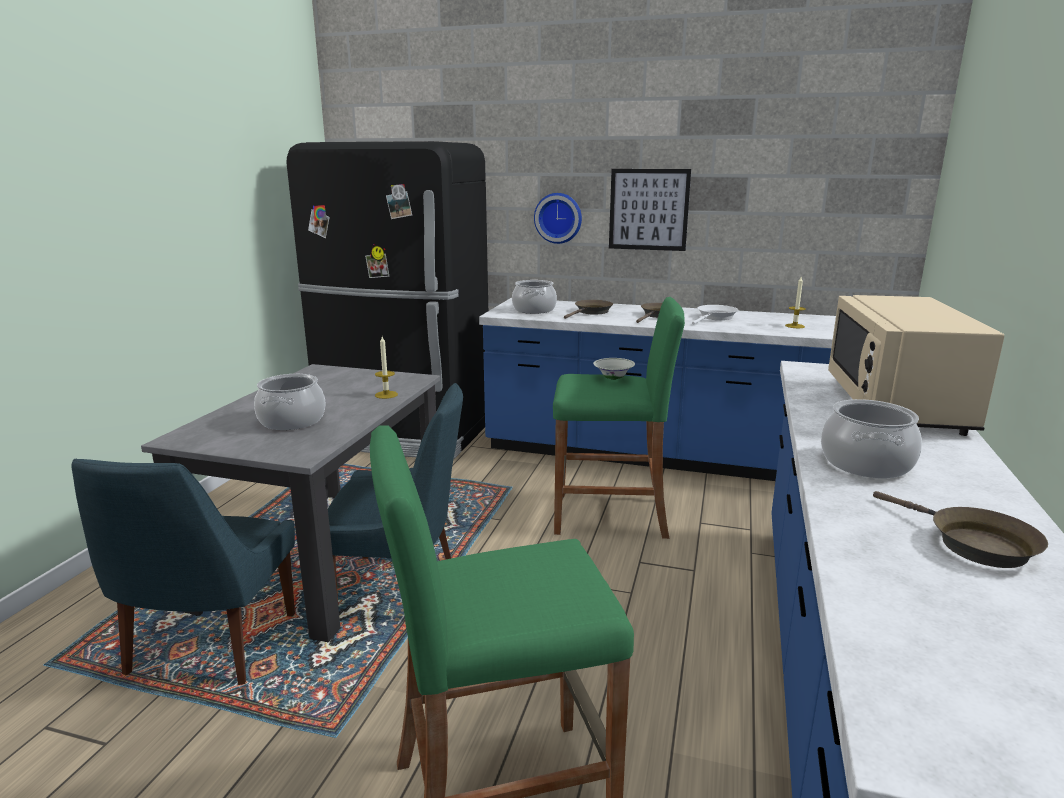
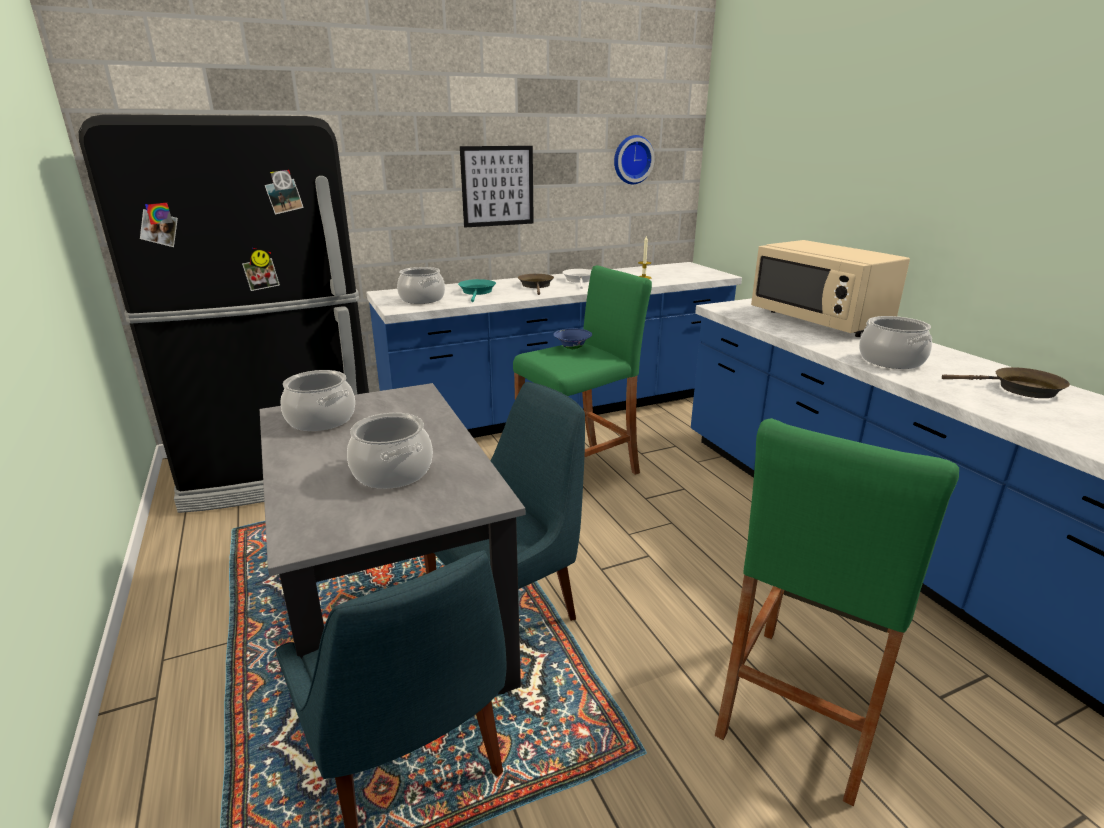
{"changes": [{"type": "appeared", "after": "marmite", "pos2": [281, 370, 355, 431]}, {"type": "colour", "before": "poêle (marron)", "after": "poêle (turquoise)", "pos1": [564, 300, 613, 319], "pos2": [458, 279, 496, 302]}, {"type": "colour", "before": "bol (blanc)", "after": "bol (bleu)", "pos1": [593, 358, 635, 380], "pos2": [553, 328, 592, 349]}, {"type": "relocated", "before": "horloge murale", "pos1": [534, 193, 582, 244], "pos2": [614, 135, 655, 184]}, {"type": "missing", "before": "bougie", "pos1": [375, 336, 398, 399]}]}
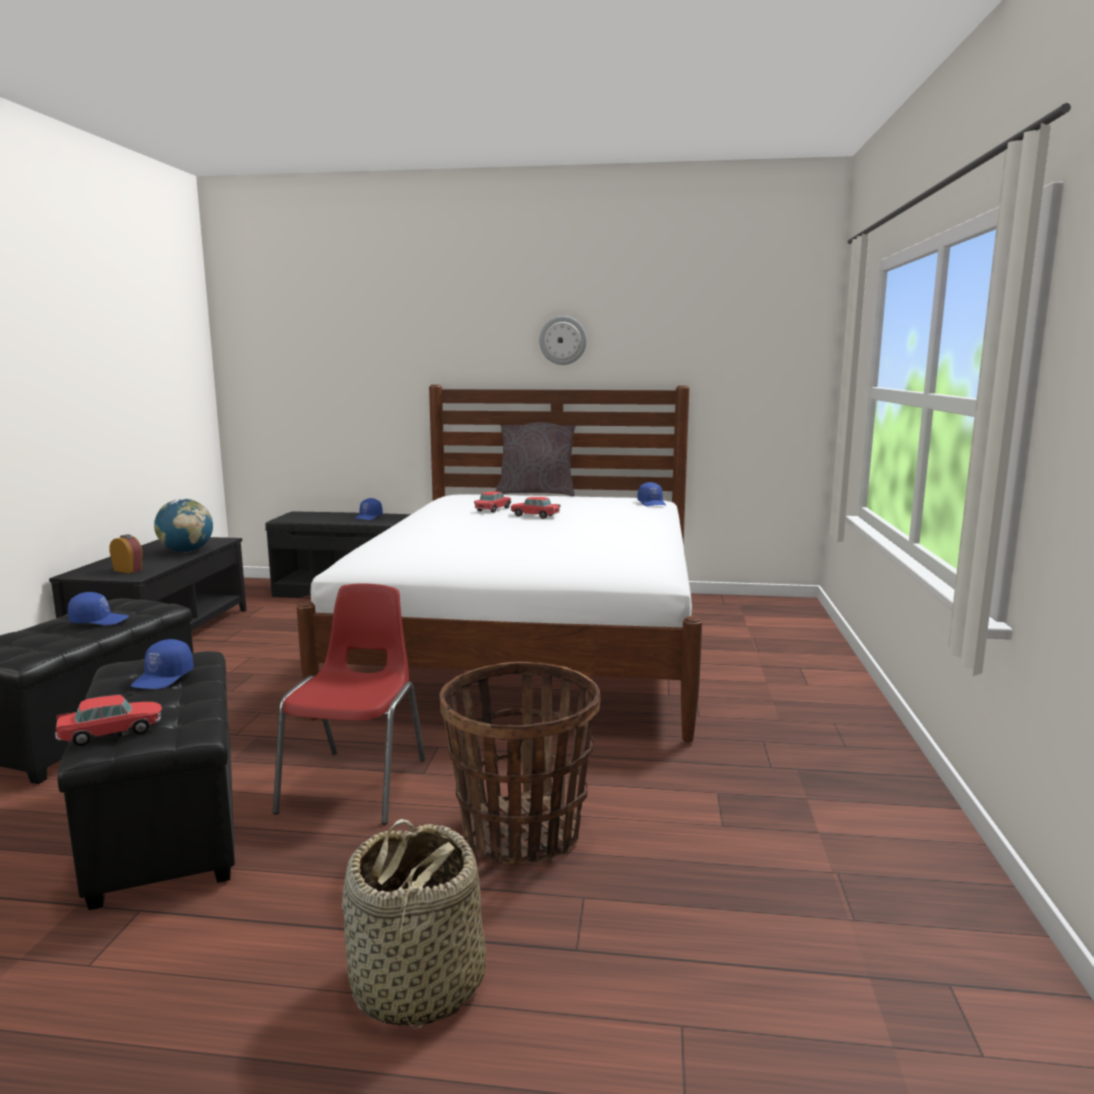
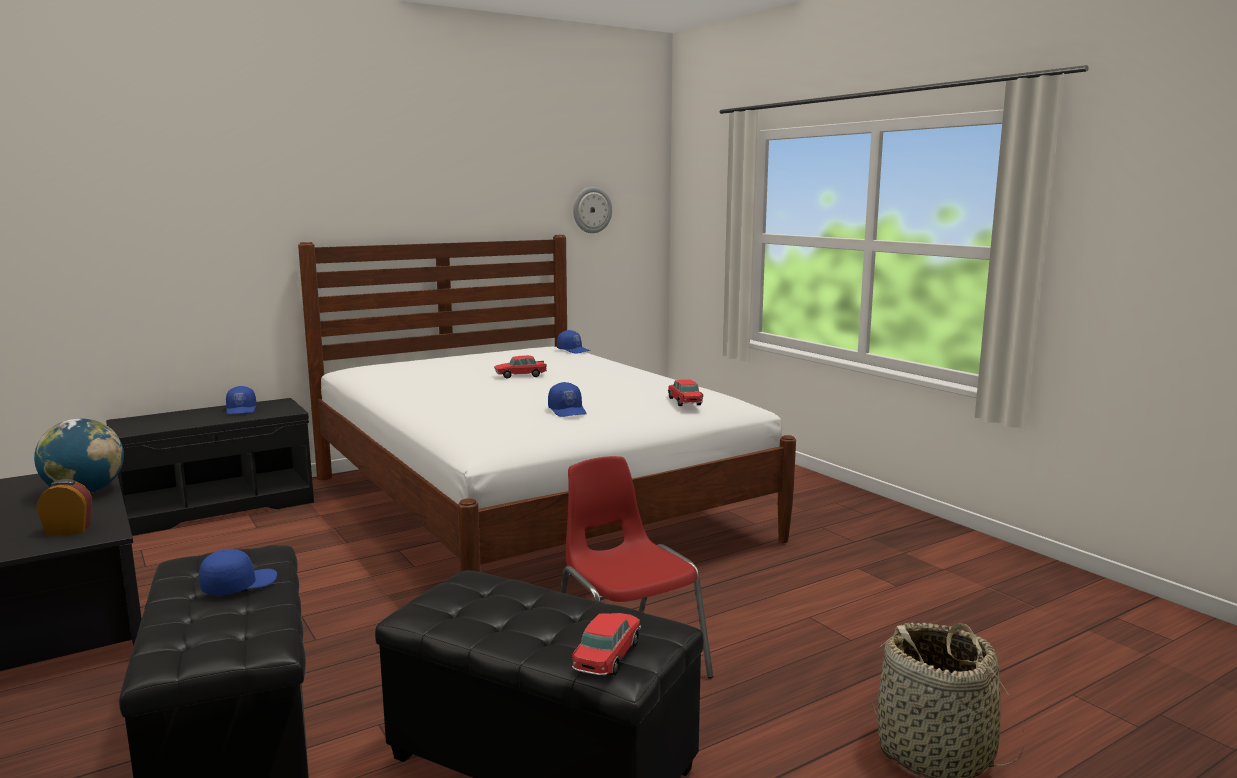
{"changes": [{"type": "relocated", "before": "casquette (bleu)", "pos1": [130, 639, 193, 689], "pos2": [548, 382, 587, 417]}, {"type": "relocated", "before": "horloge murale", "pos1": [539, 316, 586, 365], "pos2": [573, 187, 612, 233]}, {"type": "relocated", "before": "petite voiture", "pos1": [474, 491, 512, 513], "pos2": [668, 379, 703, 406]}, {"type": "missing", "before": "panier", "pos1": [439, 662, 600, 865]}, {"type": "missing", "before": "coussin (gris)", "pos1": [495, 422, 576, 496]}]}
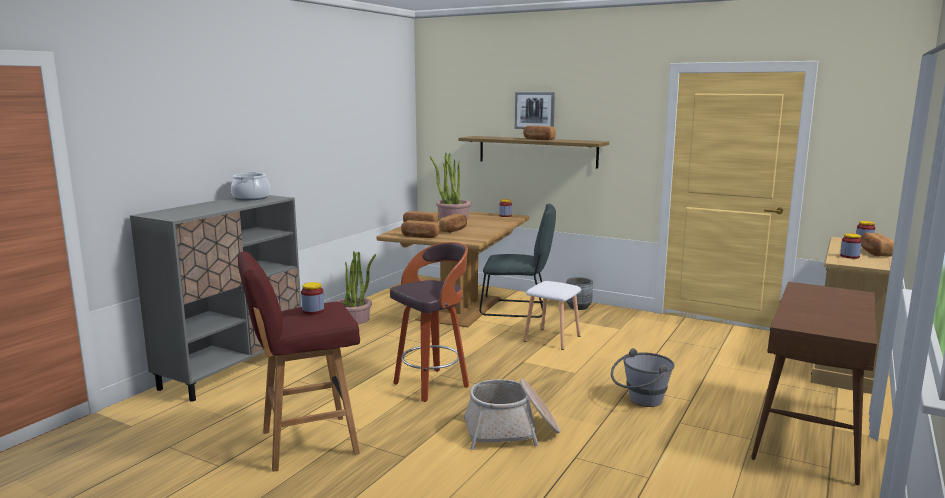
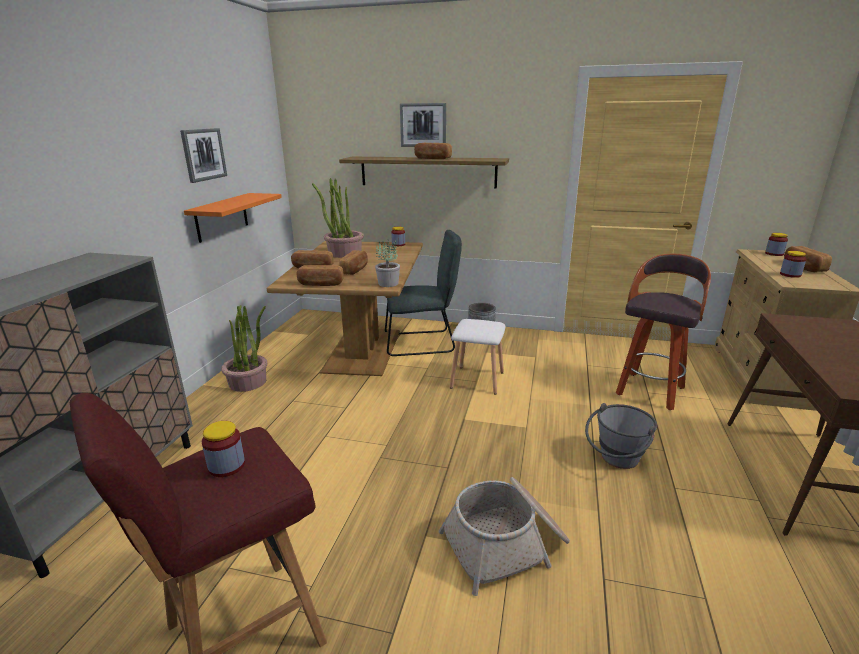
{"changes": [{"type": "appeared", "after": "tableau", "pos2": [180, 128, 227, 183]}, {"type": "appeared", "after": "étagère (orange)", "pos2": [184, 193, 282, 243]}, {"type": "appeared", "after": "plante en pot", "pos2": [375, 240, 400, 287]}, {"type": "relocated", "before": "tabouret", "pos1": [390, 242, 469, 402], "pos2": [616, 254, 711, 410]}, {"type": "missing", "before": "marmite", "pos1": [231, 172, 270, 201]}]}
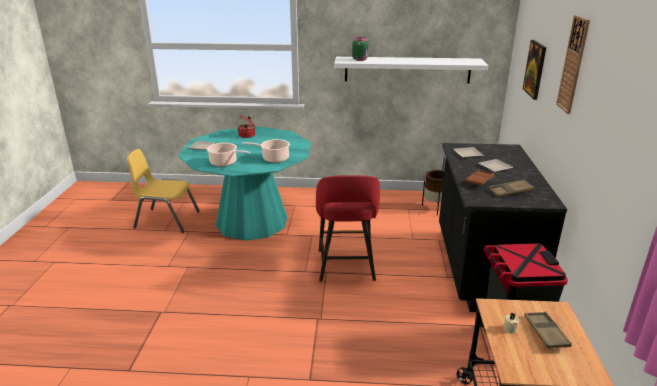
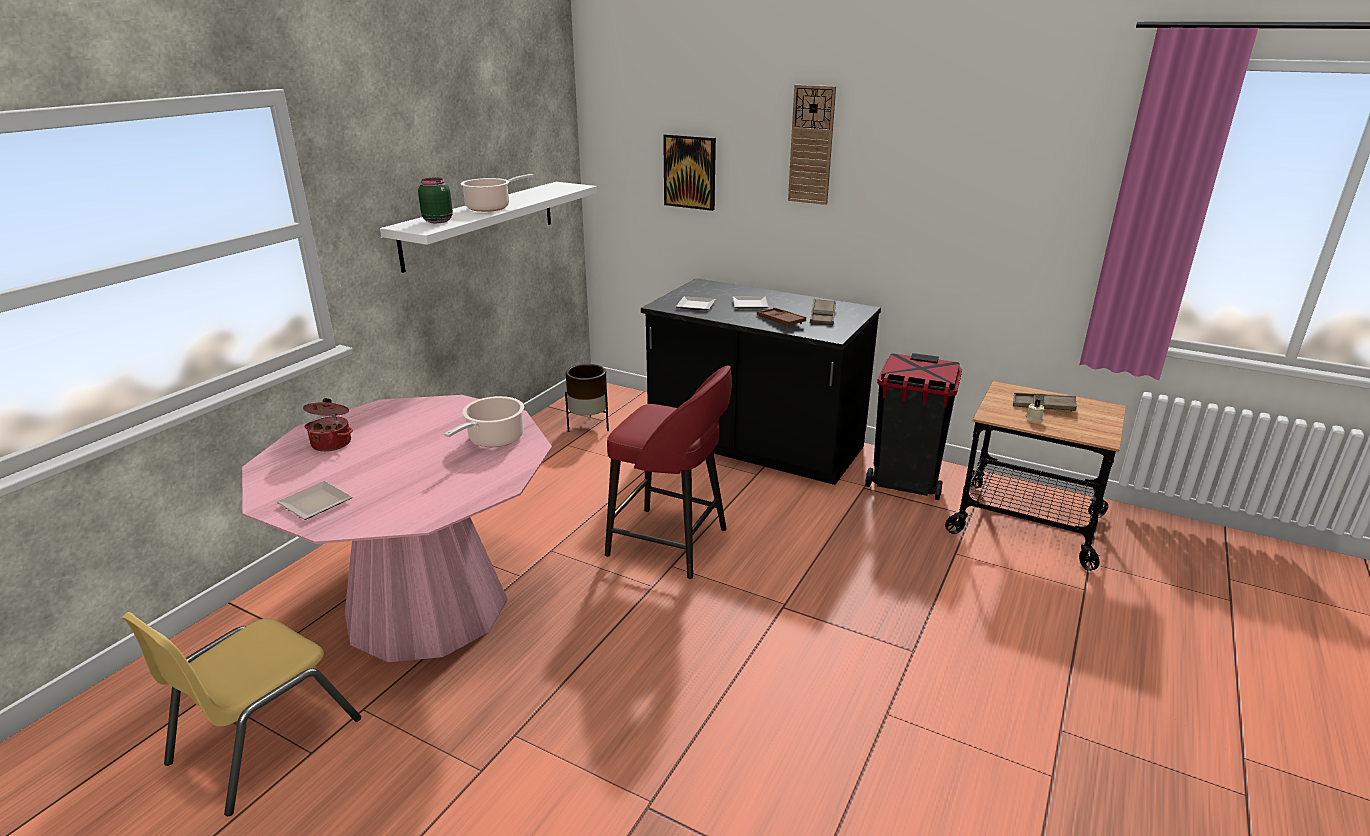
{"changes": [{"type": "colour", "before": "table à manger (turquoise)", "after": "table à manger (rose)", "pos1": [178, 127, 311, 241], "pos2": [242, 395, 552, 662]}, {"type": "relocated", "before": "marmite", "pos1": [207, 143, 251, 167], "pos2": [461, 174, 534, 212]}]}
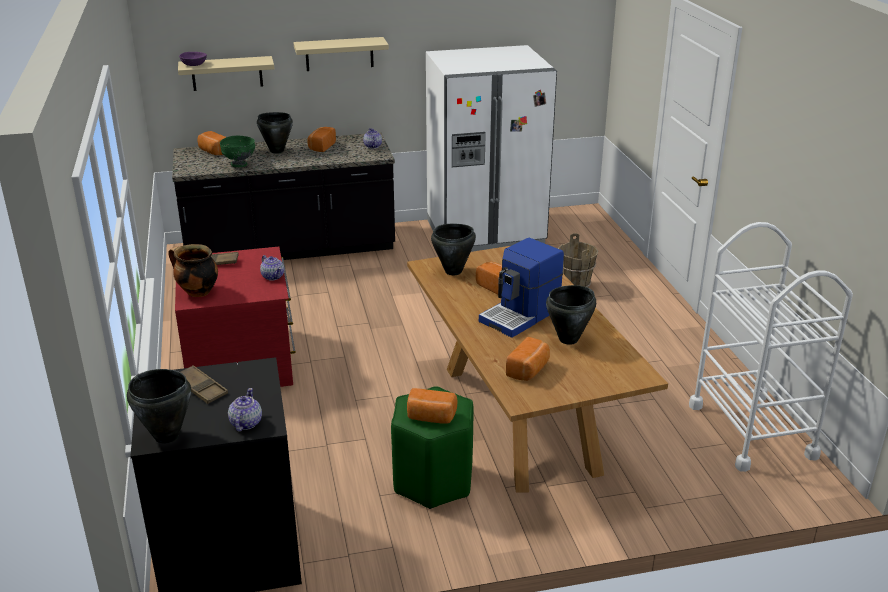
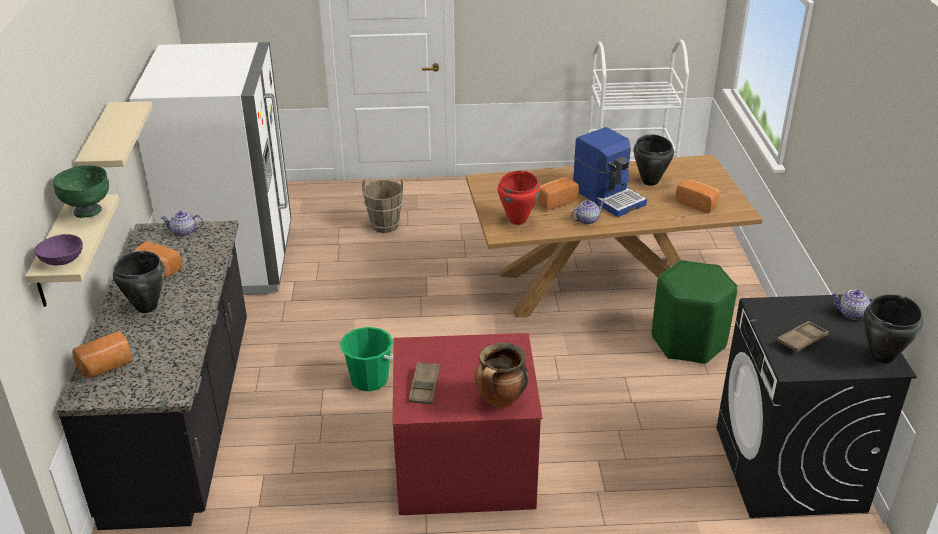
{"changes": [{"type": "relocated", "before": "bol (vert)", "pos1": [220, 136, 255, 167], "pos2": [52, 165, 109, 218]}, {"type": "appeared", "after": "seau (vert)", "pos2": [340, 327, 393, 392]}, {"type": "colour", "before": "marmite (noir)", "after": "marmite (rouge)", "pos1": [431, 224, 476, 275], "pos2": [498, 171, 540, 225]}, {"type": "relocated", "before": "théière", "pos1": [260, 255, 284, 281], "pos2": [571, 200, 605, 225]}, {"type": "missing", "before": "pain", "pos1": [407, 388, 457, 424]}]}
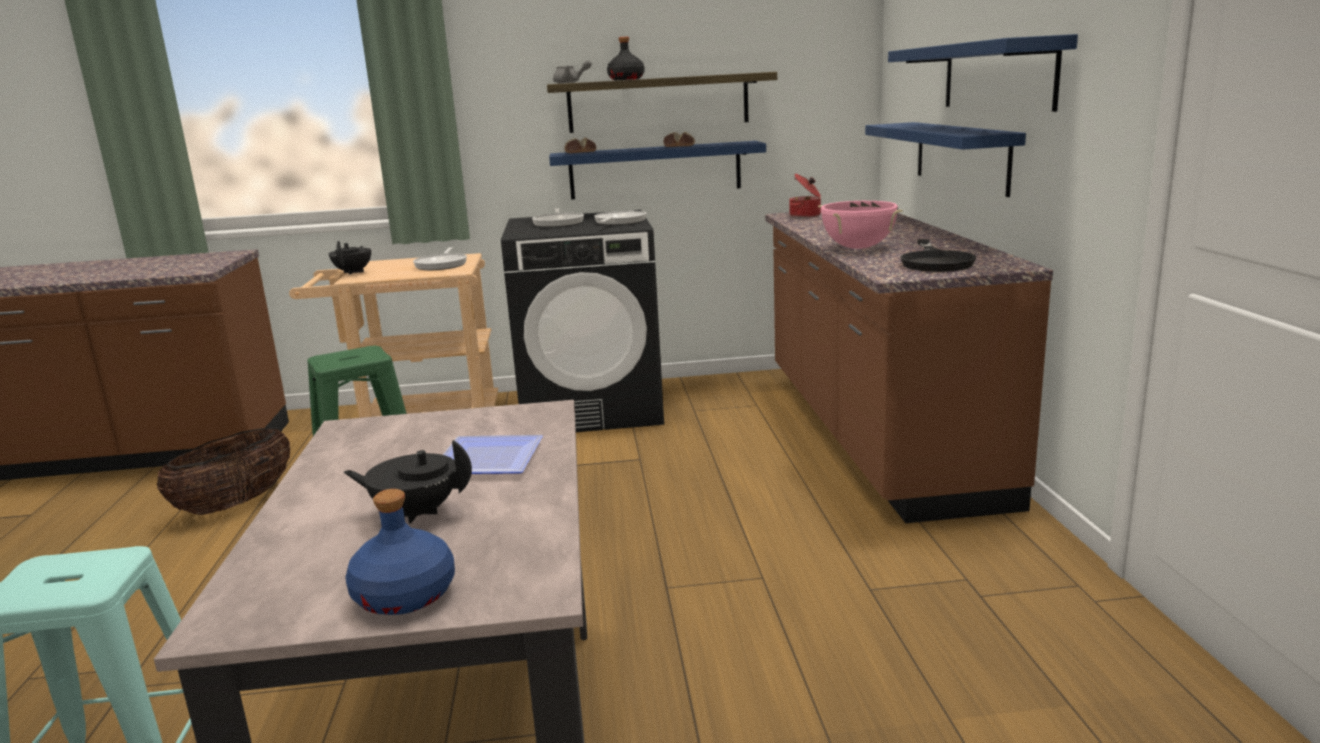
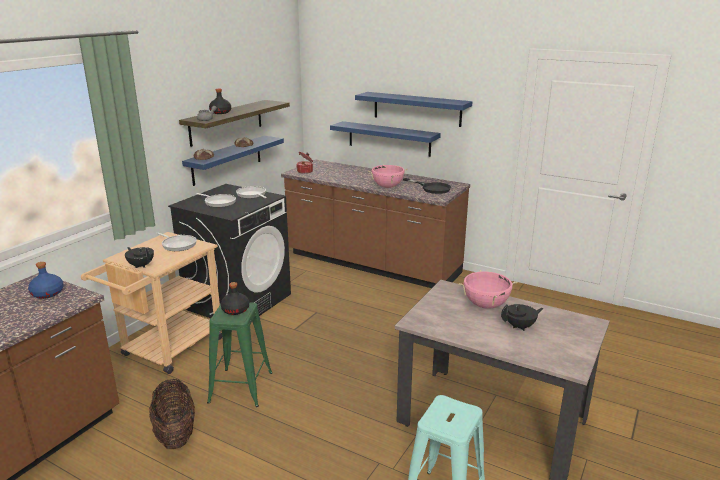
{"changes": [{"type": "relocated", "before": "bouteille (bleu)", "pos1": [345, 489, 455, 615], "pos2": [28, 262, 64, 299]}, {"type": "appeared", "after": "bouteille (noir)", "pos2": [221, 282, 249, 315]}, {"type": "exchanged", "before": "assiette", "after": "marmite (rose)", "pos1": [443, 435, 543, 474], "pos2": [459, 270, 517, 309]}, {"type": "spun", "before": "théière (noir)", "pos1": [344, 440, 472, 523], "pos2": [501, 304, 543, 331], "turn": -150}]}
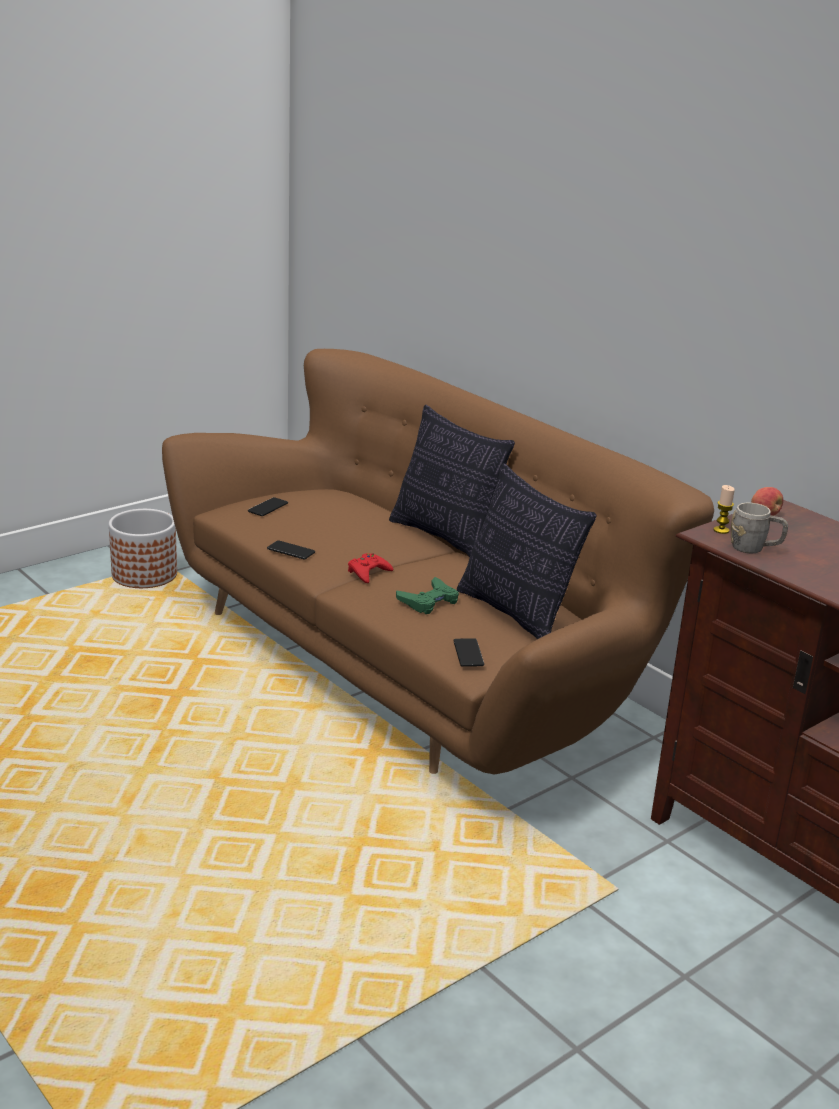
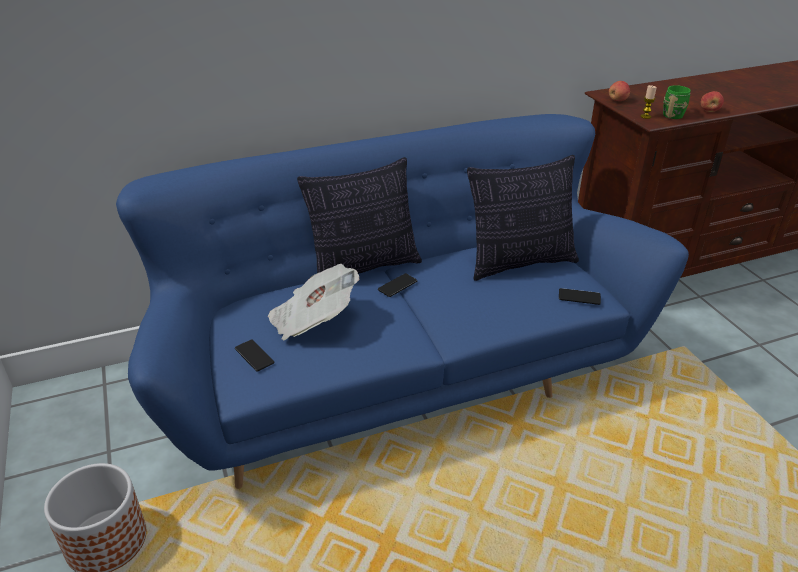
{"changes": [{"type": "colour", "before": "canapé (marron)", "after": "canapé (bleu)", "pos1": [162, 349, 714, 775], "pos2": [116, 114, 689, 489]}, {"type": "appeared", "after": "journal", "pos2": [268, 264, 359, 341]}, {"type": "relocated", "before": "téléphone", "pos1": [267, 540, 315, 559], "pos2": [378, 273, 417, 297]}, {"type": "colour", "before": "mug (gris)", "after": "mug (vert)", "pos1": [731, 503, 788, 553], "pos2": [663, 85, 691, 119]}, {"type": "appeared", "after": "pomme", "pos2": [701, 91, 724, 112]}, {"type": "missing", "before": "manette (rouge)", "pos1": [348, 553, 393, 583]}, {"type": "missing", "before": "manette (vert)", "pos1": [396, 577, 459, 614]}]}
